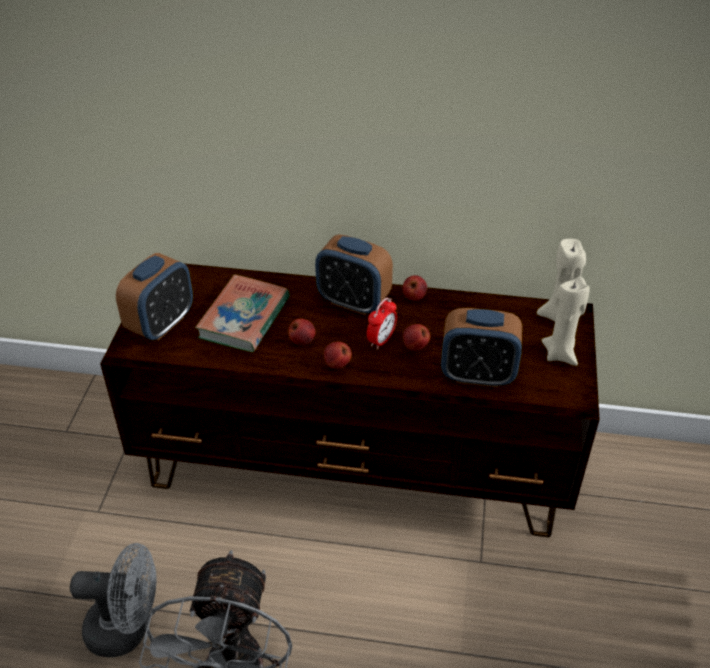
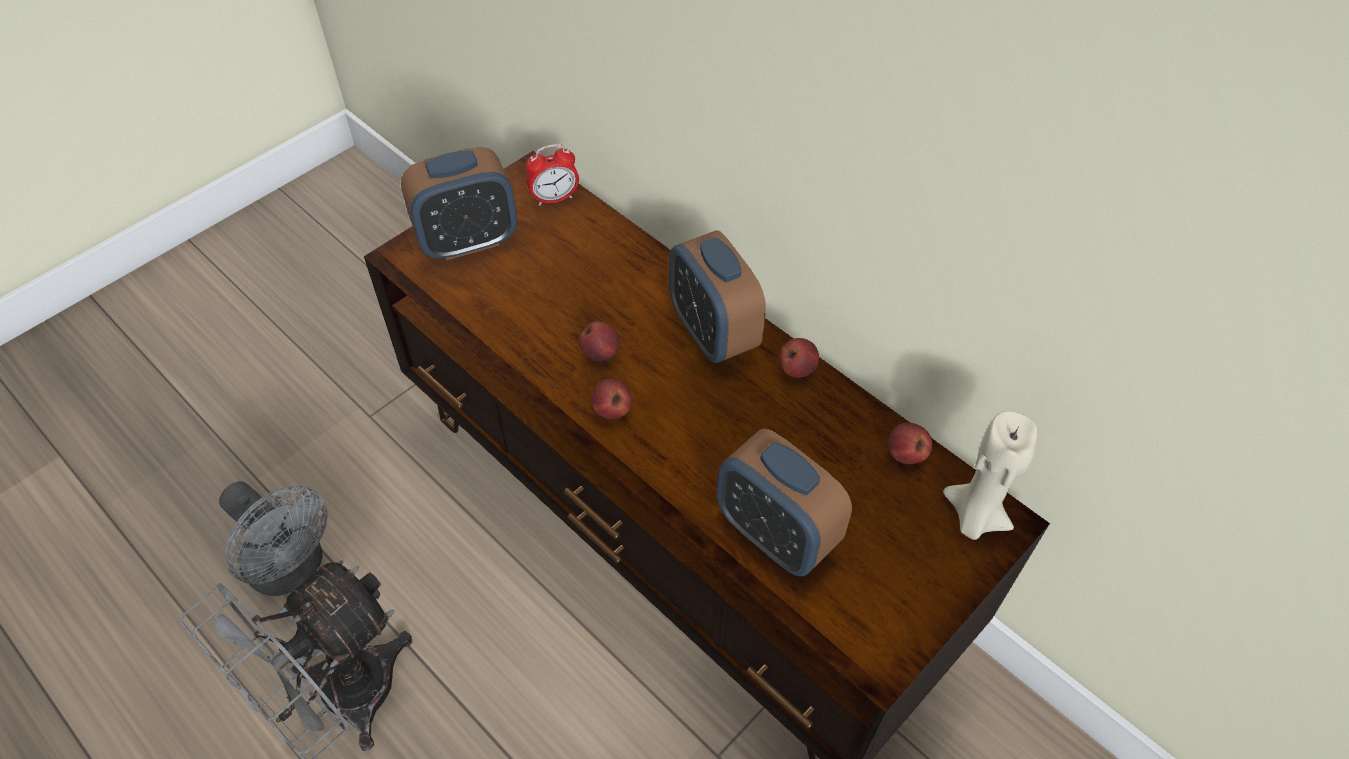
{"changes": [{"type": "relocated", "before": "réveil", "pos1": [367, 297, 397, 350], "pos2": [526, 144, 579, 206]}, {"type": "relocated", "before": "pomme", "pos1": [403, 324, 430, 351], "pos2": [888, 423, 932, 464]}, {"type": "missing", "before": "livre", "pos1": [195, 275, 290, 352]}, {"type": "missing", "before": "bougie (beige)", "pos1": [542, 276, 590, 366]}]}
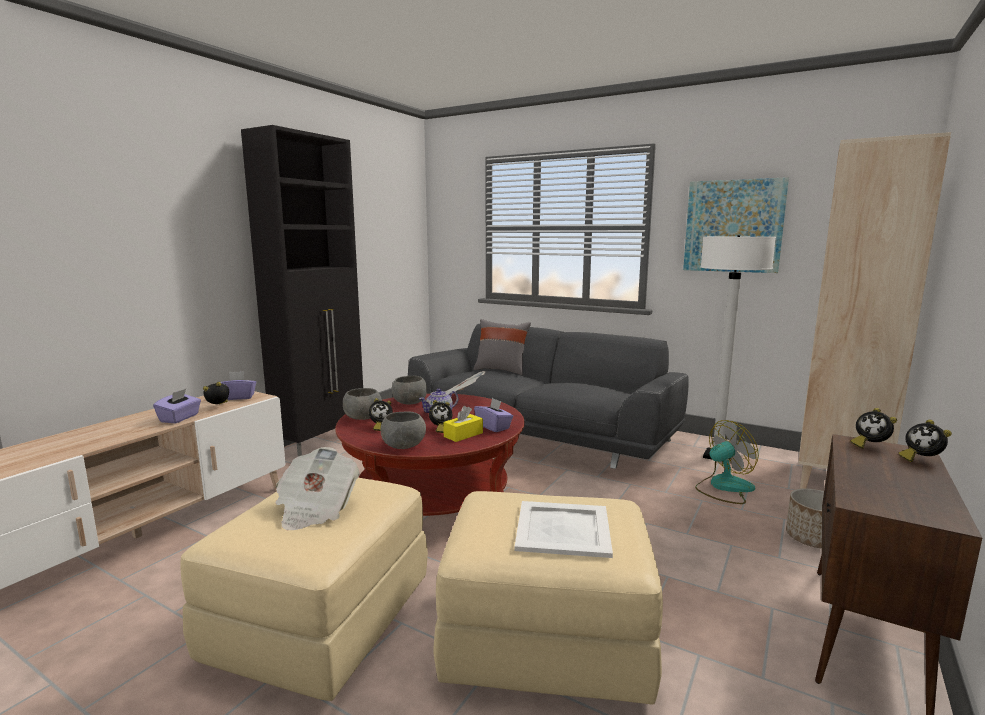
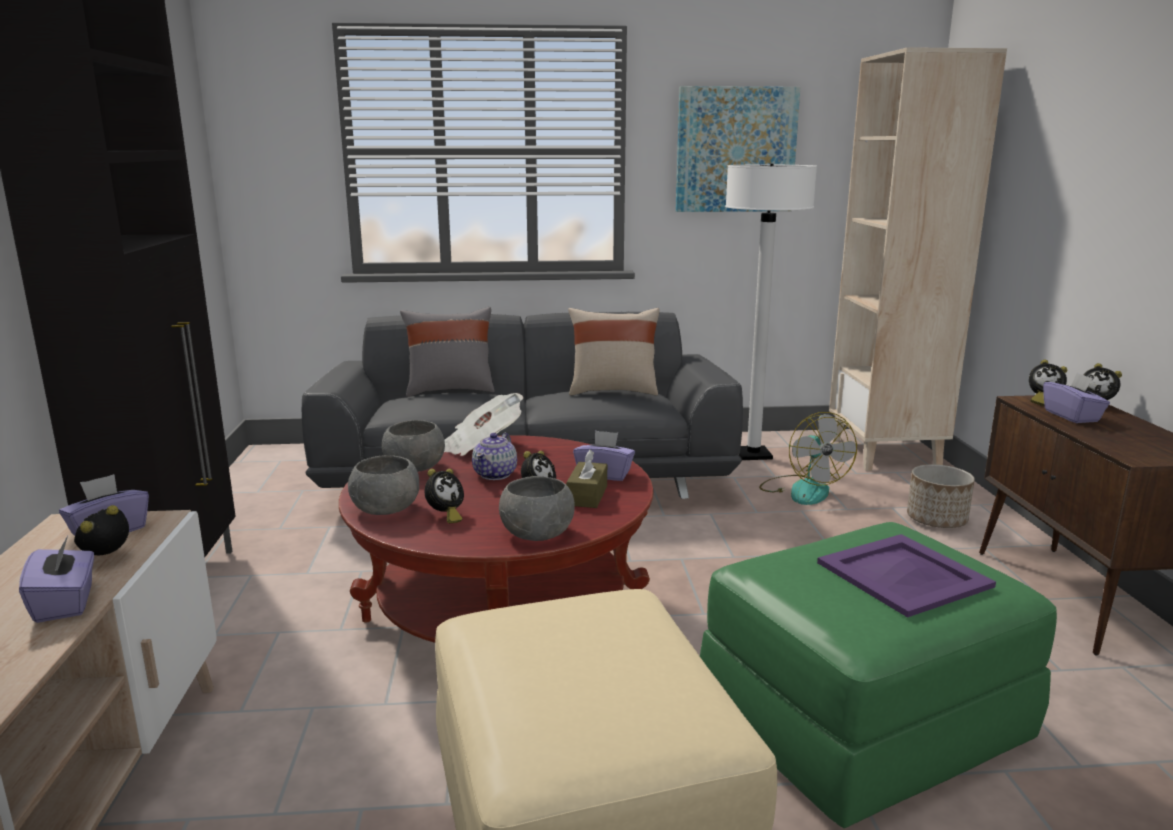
{"changes": [{"type": "colour", "before": "boîte à mouchoirs (jaune)", "after": "boîte à mouchoirs (marron)", "pos1": [443, 406, 483, 442], "pos2": [566, 450, 607, 508]}, {"type": "appeared", "after": "coussin (beige)", "pos2": [568, 308, 660, 396]}, {"type": "colour", "before": "pouf (beige)", "after": "pouf (vert)", "pos1": [433, 491, 663, 704], "pos2": [700, 522, 1057, 828]}, {"type": "spun", "before": "ventilateur", "pos1": [695, 420, 759, 504], "pos2": [759, 412, 857, 505], "turn": 135}, {"type": "colour", "before": "plateau (blanc)", "after": "plateau (violet)", "pos1": [514, 501, 613, 558], "pos2": [817, 534, 996, 617]}, {"type": "appeared", "after": "boîte à mouchoirs (violet)", "pos2": [1043, 372, 1110, 423]}, {"type": "missing", "before": "journal", "pos1": [276, 447, 359, 530]}]}
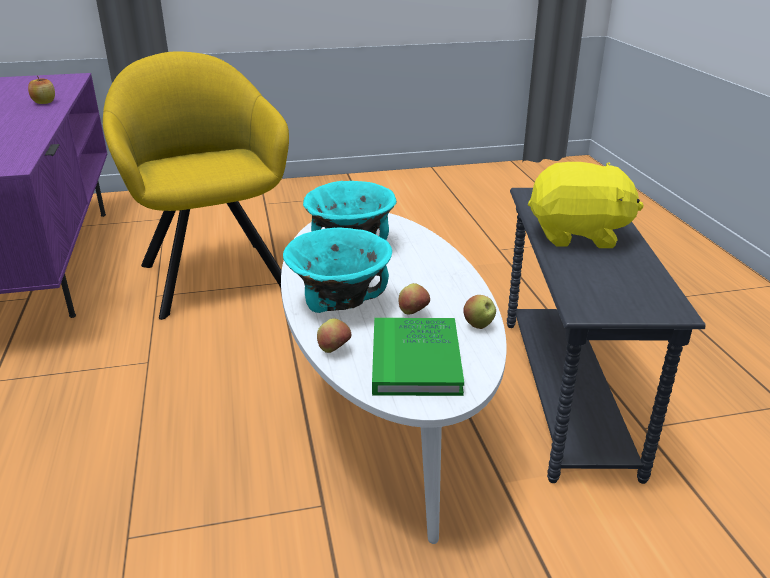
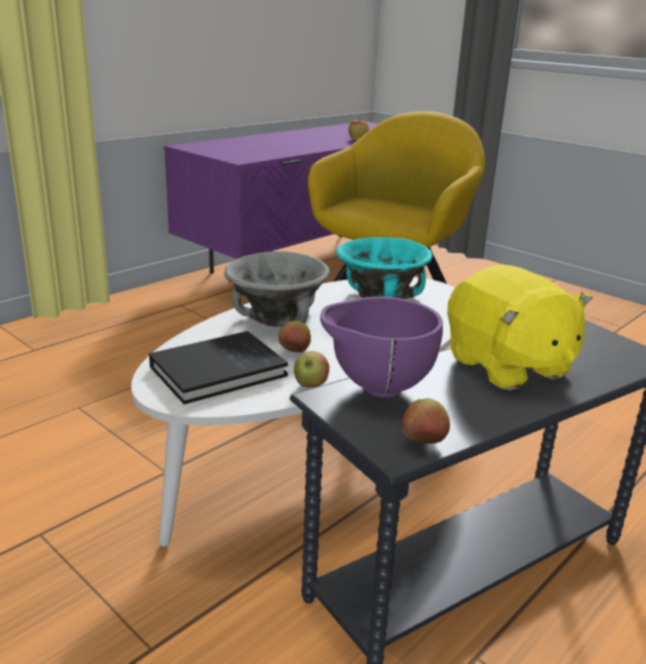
{"changes": [{"type": "colour", "before": "livre (vert)", "after": "livre (noir)", "pos1": [372, 318, 464, 396], "pos2": [149, 331, 288, 404]}, {"type": "colour", "before": "bol (turquoise)", "after": "bol (gris)", "pos1": [283, 227, 392, 313], "pos2": [224, 251, 330, 327]}, {"type": "appeared", "after": "bol (violet)", "pos2": [320, 297, 443, 397]}, {"type": "relocated", "before": "pomme", "pos1": [317, 318, 351, 353], "pos2": [402, 398, 450, 443]}]}
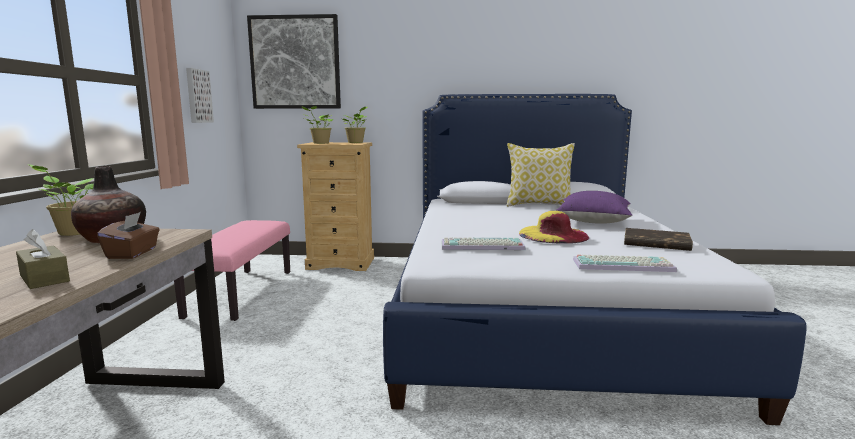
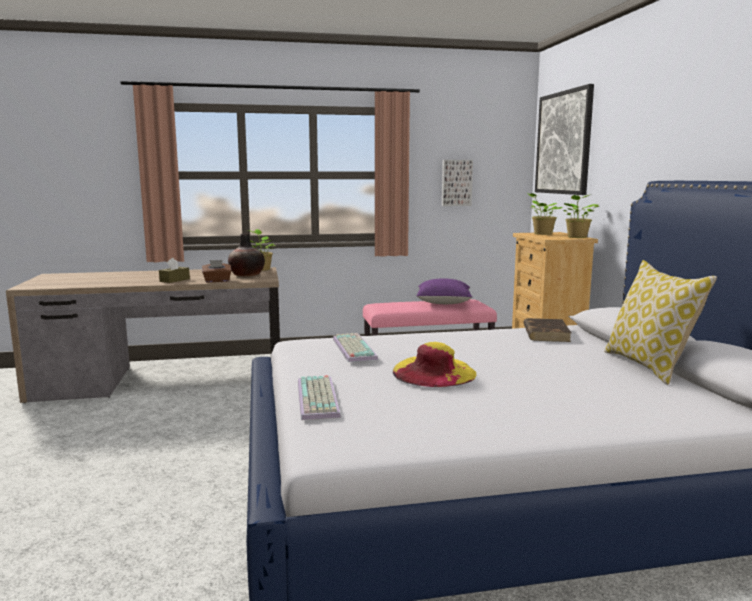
{"changes": [{"type": "relocated", "before": "coussin (violet)", "pos1": [556, 191, 633, 224], "pos2": [416, 278, 472, 304]}, {"type": "relocated", "before": "livre (marron)", "pos1": [624, 228, 693, 251], "pos2": [523, 318, 571, 342]}]}
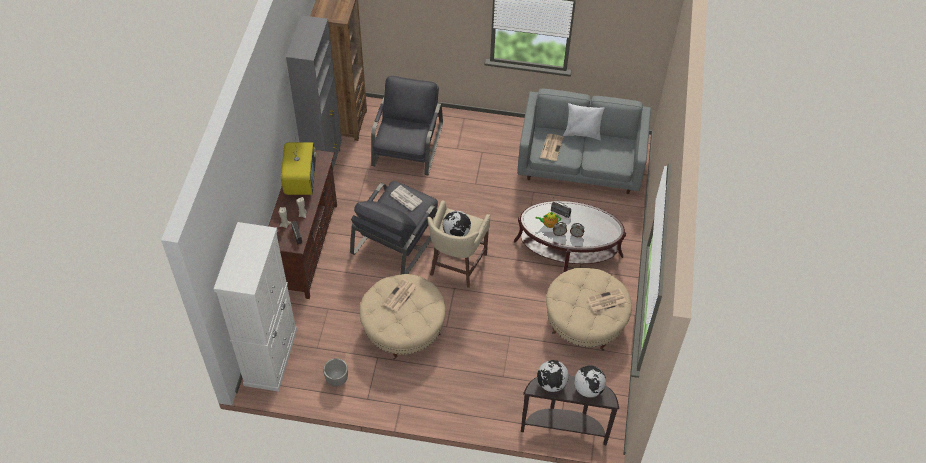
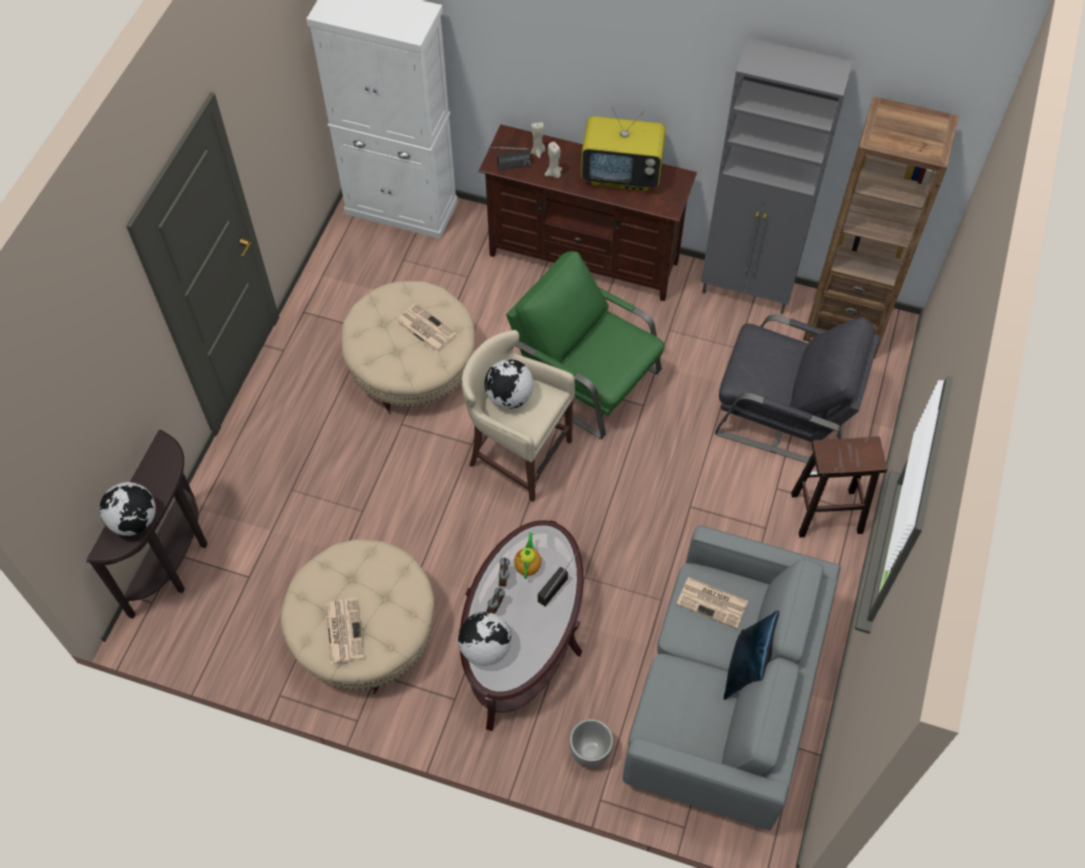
{"changes": [{"type": "relocated", "before": "globe", "pos1": [537, 360, 569, 392], "pos2": [458, 612, 512, 666]}, {"type": "colour", "before": "fauteuil (gris)", "after": "fauteuil (vert)", "pos1": [350, 181, 438, 275], "pos2": [506, 251, 665, 439]}, {"type": "relocated", "before": "cache-pot", "pos1": [323, 358, 348, 387], "pos2": [569, 719, 614, 768]}, {"type": "colour", "before": "coussin (blanc)", "after": "coussin (bleu)", "pos1": [563, 103, 605, 140], "pos2": [724, 610, 779, 700]}, {"type": "appeared", "after": "tabouret (marron)", "pos2": [791, 436, 887, 538]}, {"type": "missing", "before": "journal", "pos1": [390, 185, 422, 211]}]}
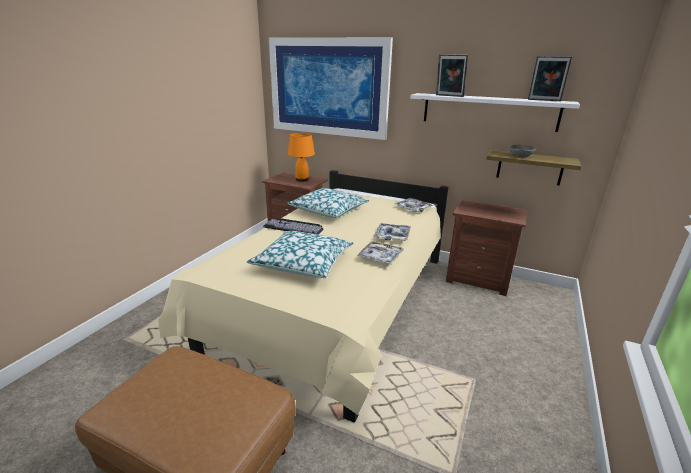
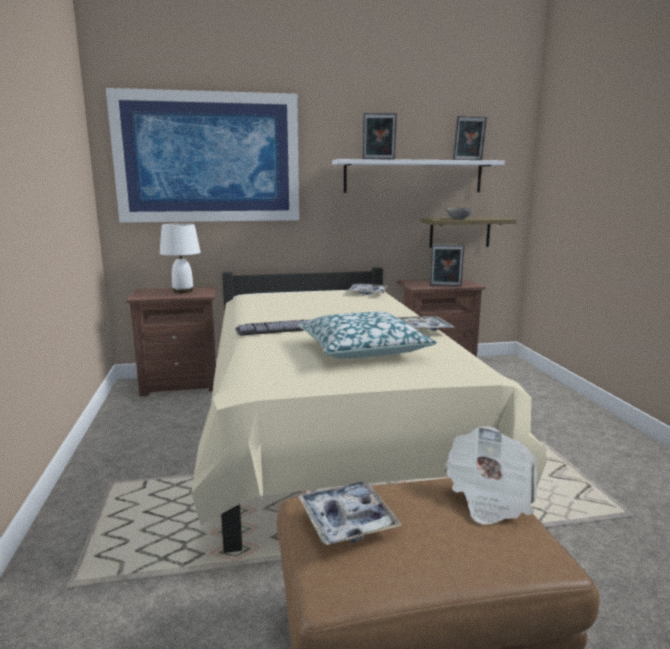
{"changes": [{"type": "colour", "before": "lampe de table (orange)", "after": "lampe de table (blanc)", "pos1": [288, 133, 315, 182], "pos2": [160, 223, 201, 293]}, {"type": "relocated", "before": "plateau", "pos1": [374, 223, 411, 241], "pos2": [298, 481, 402, 545]}, {"type": "appeared", "after": "cadre photo", "pos2": [430, 245, 465, 287]}, {"type": "appeared", "after": "journal", "pos2": [444, 426, 538, 524]}, {"type": "missing", "before": "coussin", "pos1": [287, 188, 369, 218]}]}
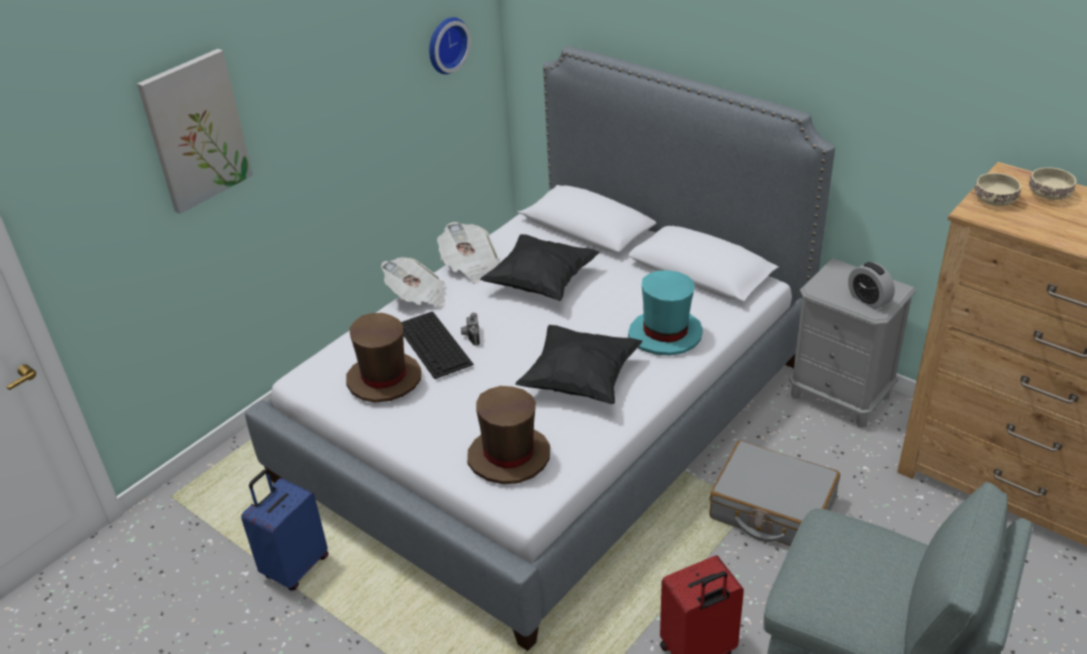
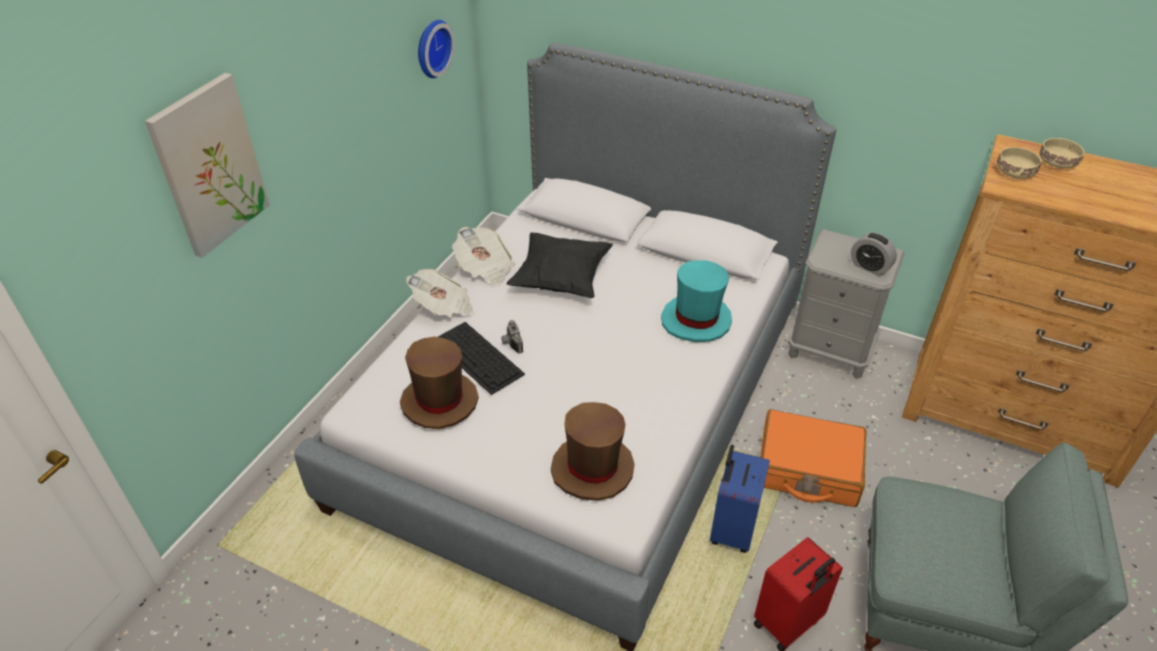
{"changes": [{"type": "relocated", "before": "valise (bleu)", "pos1": [241, 469, 328, 591], "pos2": [710, 445, 770, 553]}, {"type": "colour", "before": "valise (gris)", "after": "valise (orange)", "pos1": [710, 441, 840, 546], "pos2": [760, 409, 867, 507]}, {"type": "missing", "before": "coussin (noir)", "pos1": [515, 325, 642, 404]}]}
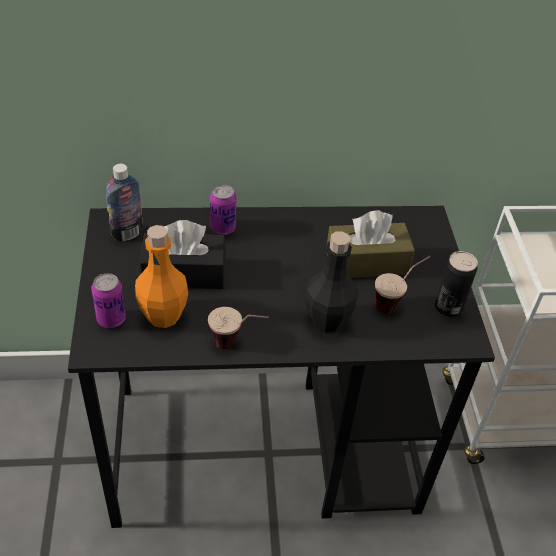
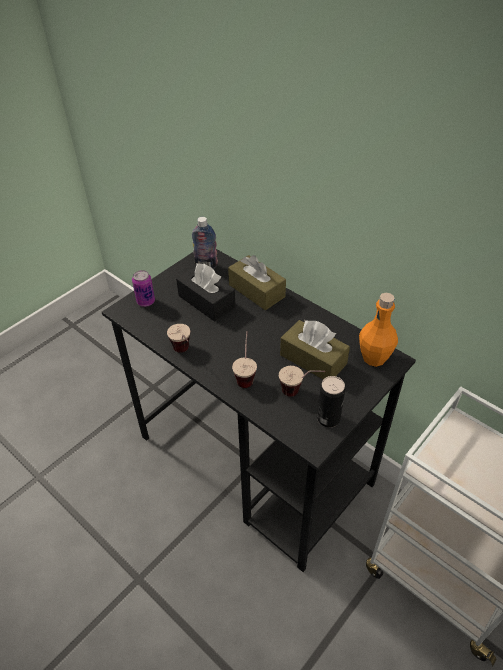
{"changes": [{"type": "exchanged", "before": "boîte métallique", "after": "boîte à mouchoirs (marron)", "pos1": [210, 185, 236, 235], "pos2": [228, 255, 286, 310]}, {"type": "exchanged", "before": "bouteille (noir)", "after": "tasse", "pos1": [305, 231, 358, 332], "pos2": [232, 331, 257, 388]}, {"type": "relocated", "before": "bouteille (orange)", "pos1": [135, 225, 188, 328], "pos2": [359, 293, 398, 367]}]}
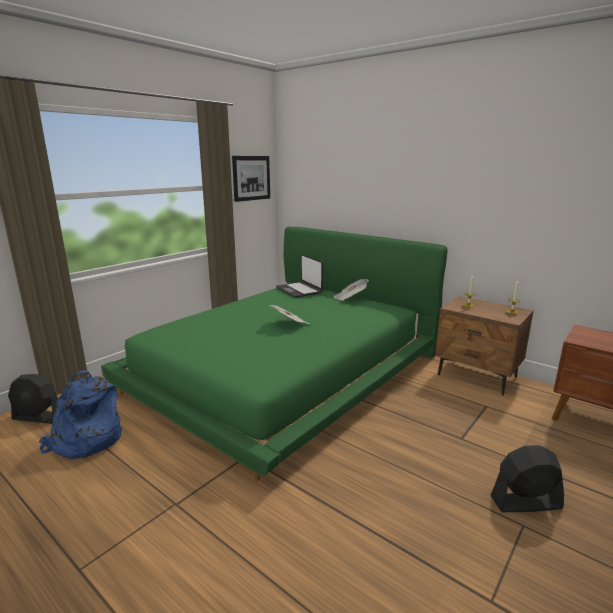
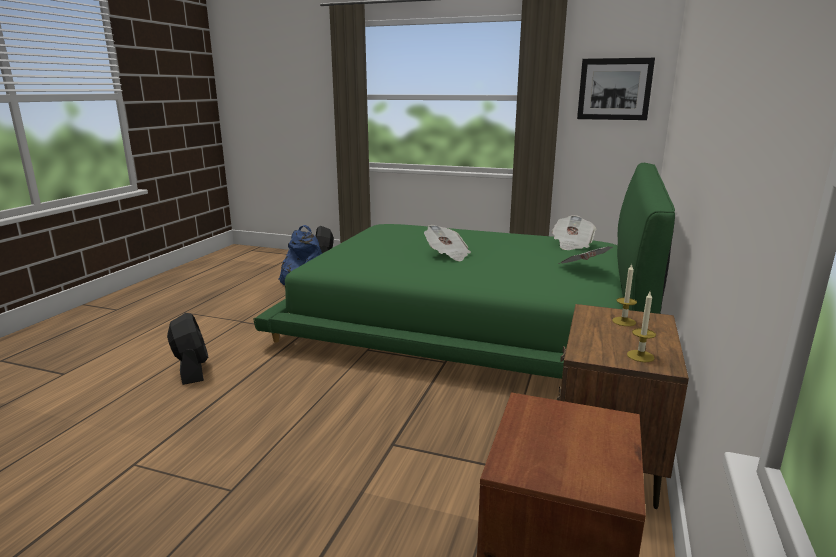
{"changes": [{"type": "relocated", "before": "ventilateur (noir)", "pos1": [491, 445, 564, 512], "pos2": [167, 313, 208, 385]}, {"type": "exchanged", "before": "ordinateur portable", "after": "journal", "pos1": [276, 254, 323, 298], "pos2": [552, 215, 596, 250]}]}
